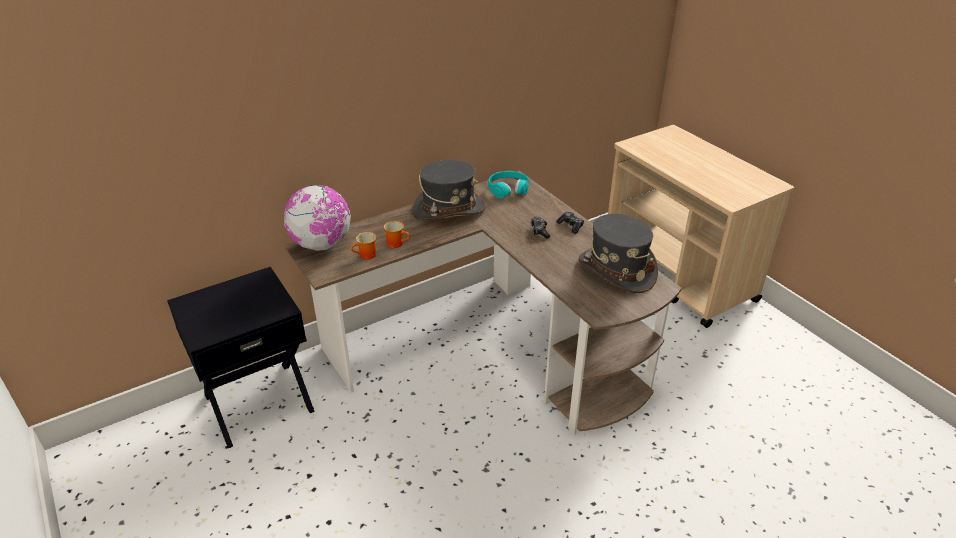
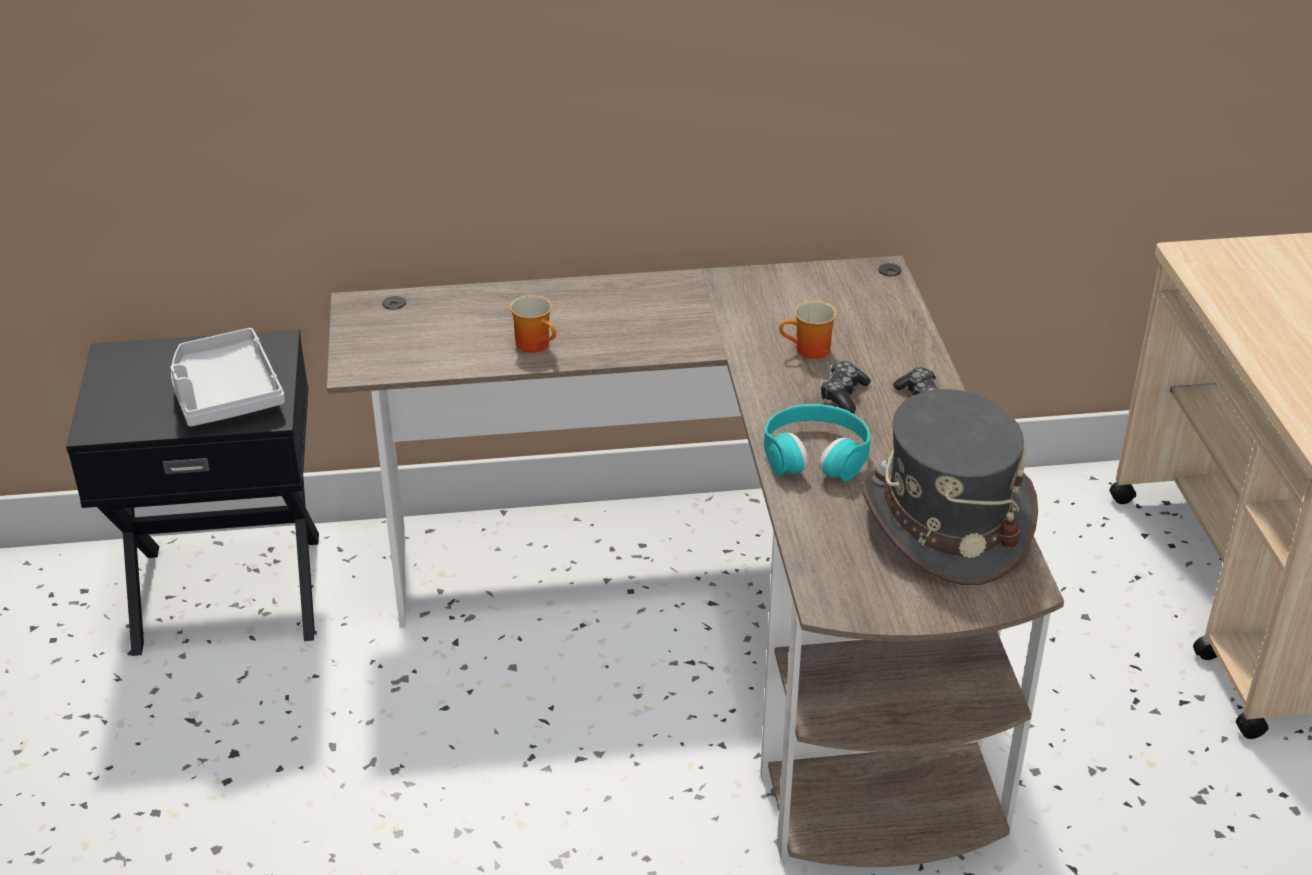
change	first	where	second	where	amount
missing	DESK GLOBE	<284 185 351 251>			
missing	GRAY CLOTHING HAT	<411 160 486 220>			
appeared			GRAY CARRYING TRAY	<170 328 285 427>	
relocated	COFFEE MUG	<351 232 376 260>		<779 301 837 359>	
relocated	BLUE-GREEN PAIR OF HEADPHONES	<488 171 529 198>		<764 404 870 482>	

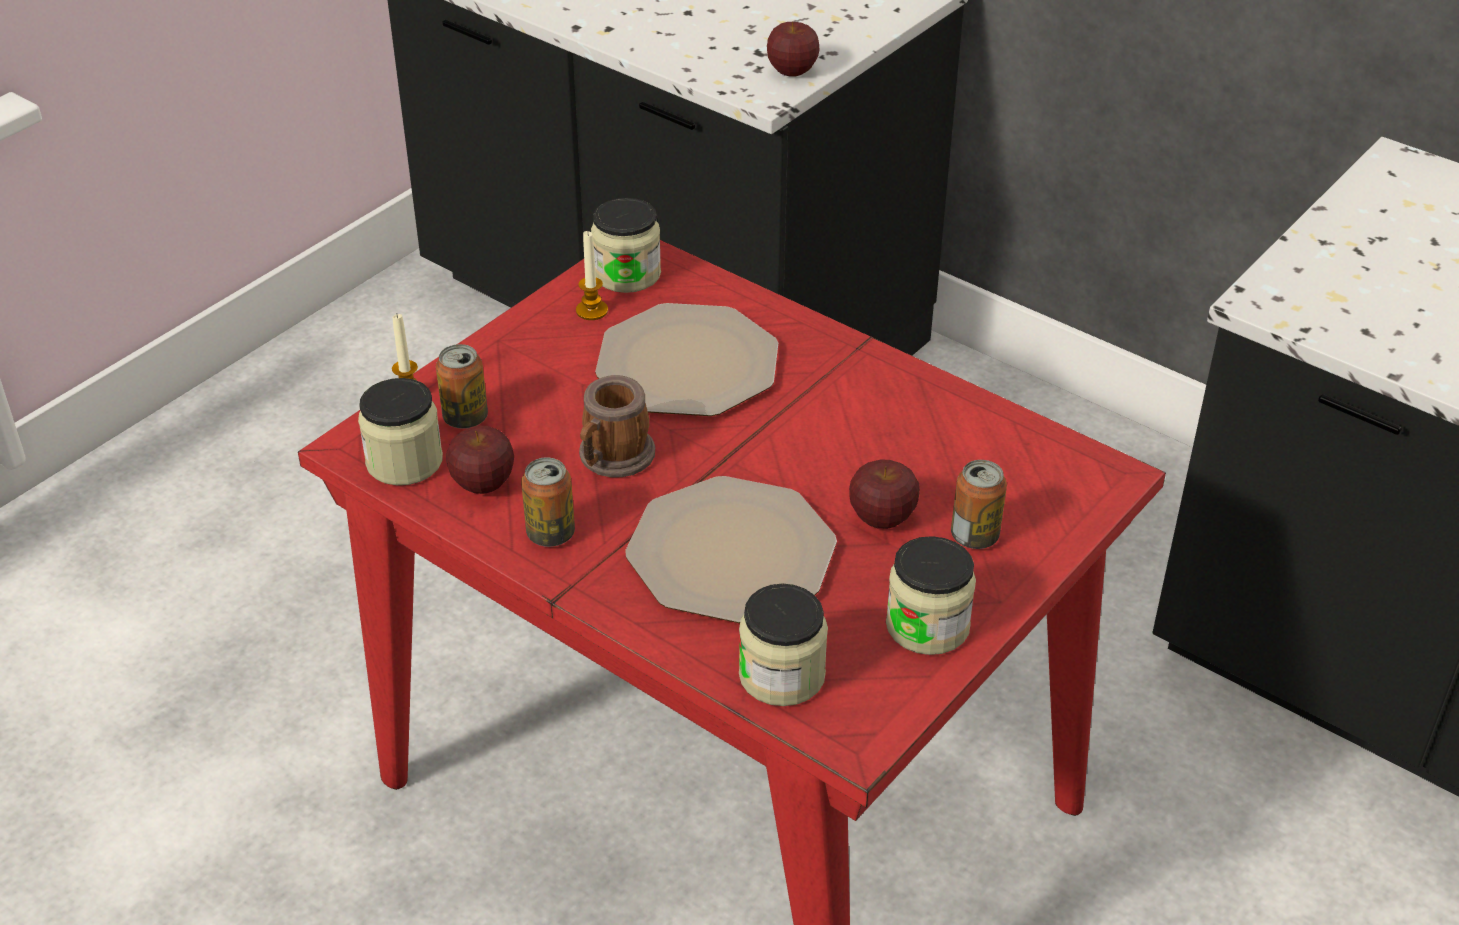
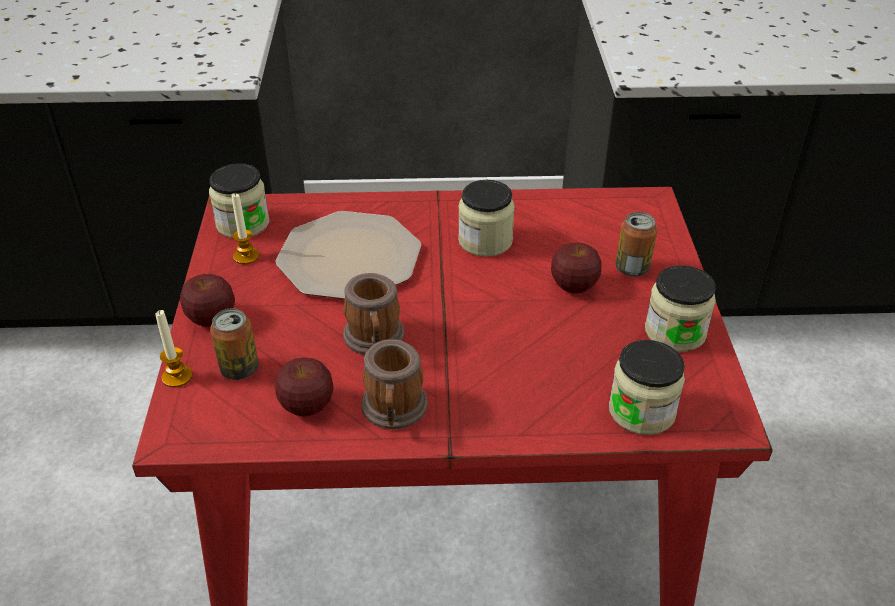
change	first	where	second	where	amount
missing	PLATE	<625 476 837 623>			
relocated	PRESERVE JAR	<358 378 443 486>		<458 180 515 257>	
relocated	WHOLE APPLE	<767 21 819 77>		<180 274 235 327>	
exchanged	CAN	<521 457 575 547>	COFFEE MUG	<361 339 428 430>	

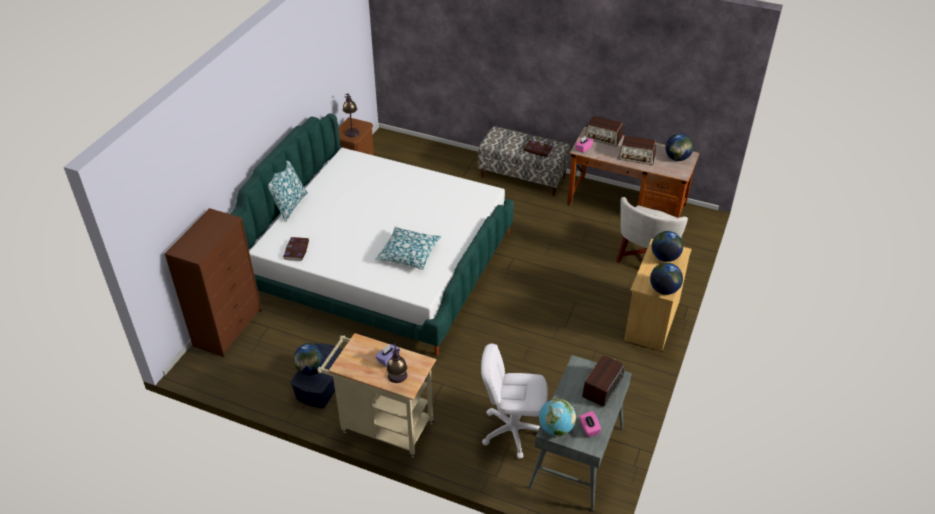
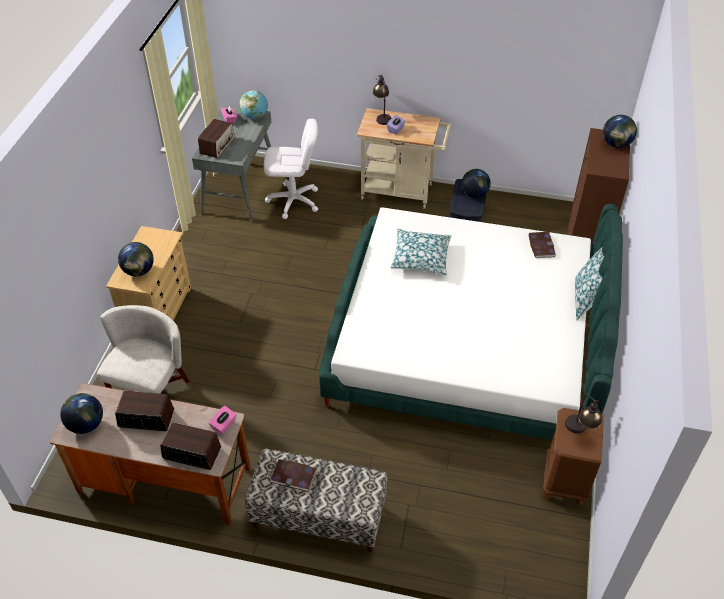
change	first	where	second	where	amount
relocated	DESK GLOBE	<650 263 683 295>		<603 115 637 148>	

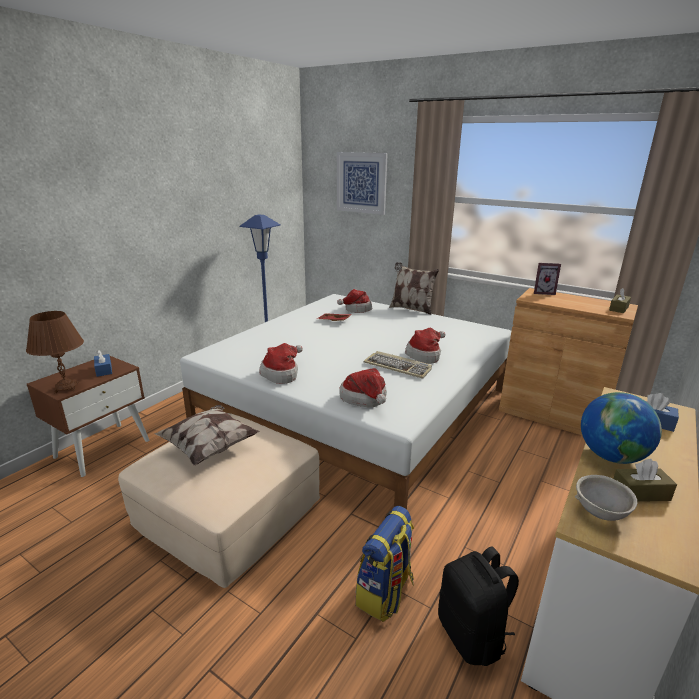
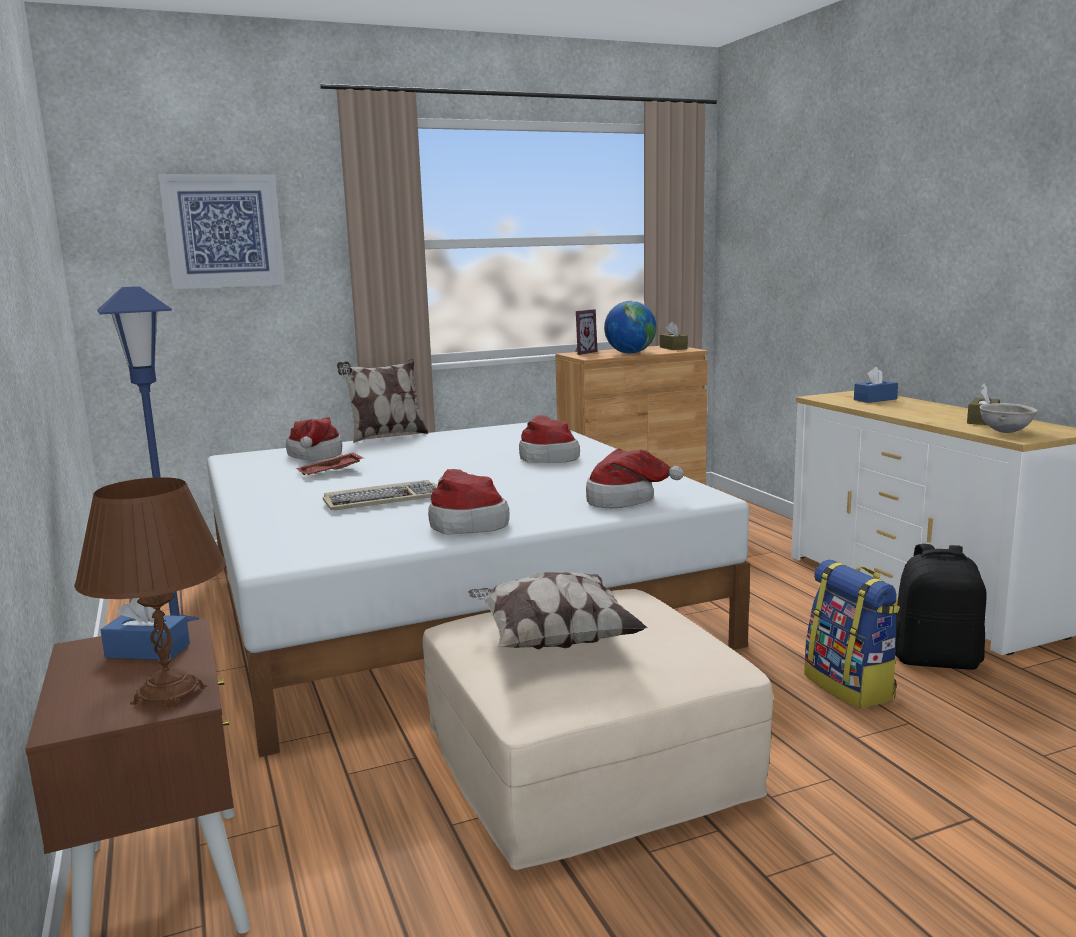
change	first	where	second	where	amount
relocated	COMPUTER KEYBOARD	<364 351 432 379>		<323 480 437 510>	
relocated	DESK GLOBE	<581 392 662 464>		<604 301 656 354>	

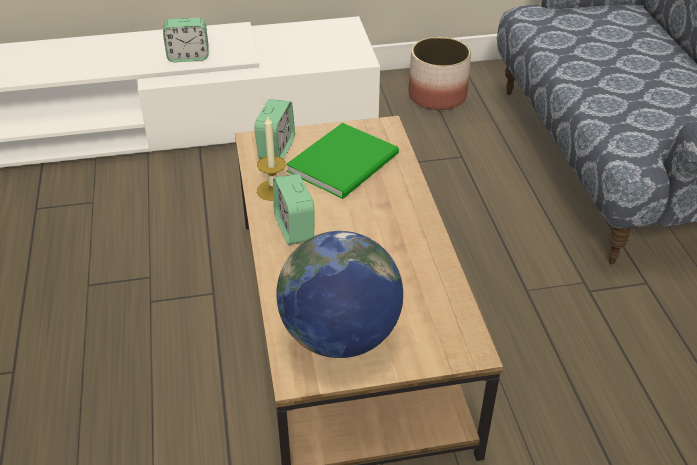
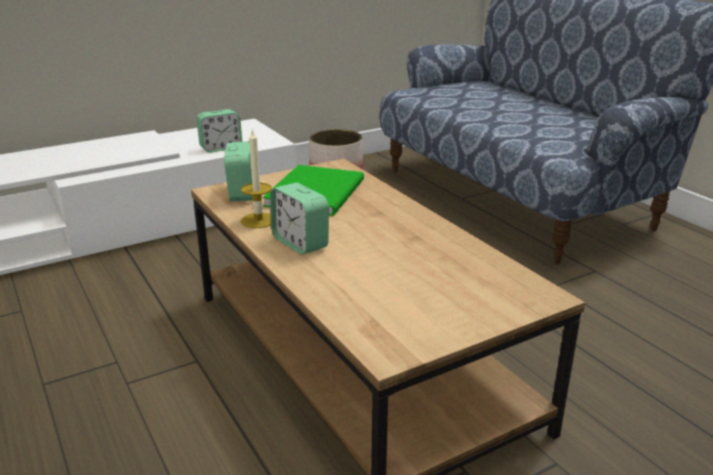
change	first	where	second	where	amount
missing	DESK GLOBE	<276 231 403 358>			
relocated	ALARM CLOCK	<163 18 209 62>		<197 109 242 152>	

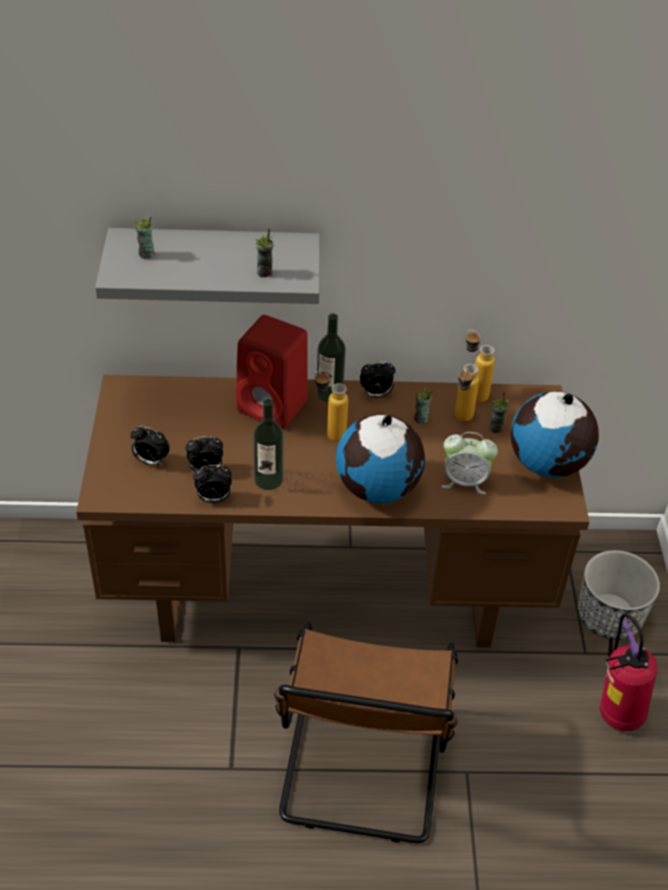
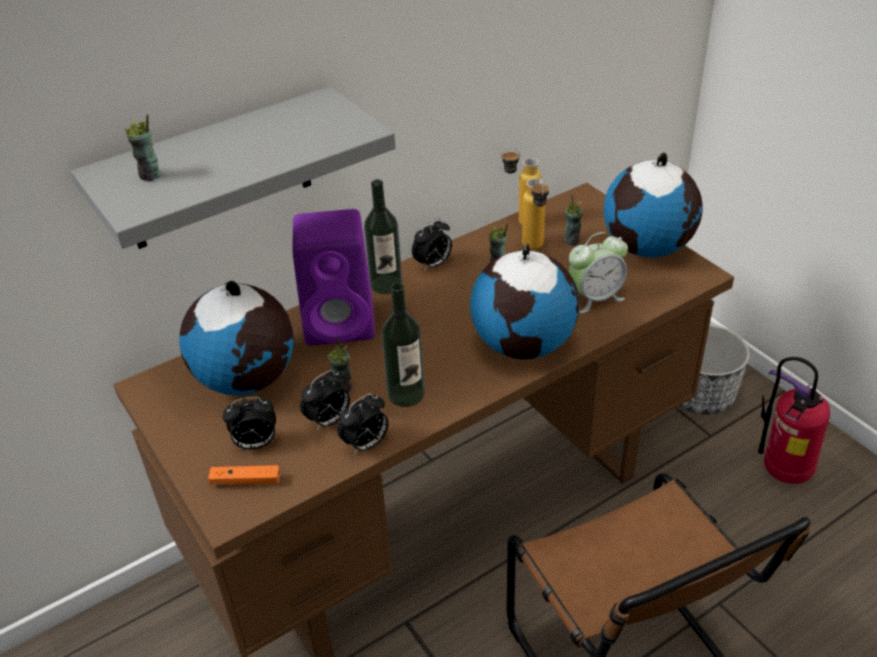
change	first	where	second	where	amount
missing	BEVERAGE BOTTLE	<315 370 348 441>			
appeared			DESK GLOBE	<179 281 294 395>	
appeared			ORANGE-COLOURED GAME CONTROLLER	<208 465 280 485>	
relocated	SMALL CUP	<255 228 274 278>		<327 337 352 393>	
colour	RED-COLOURED LOUDSPEAKER	<235 315 308 429>	PURPLE-COLOURED LOUDSPEAKER	<292 209 375 345>	

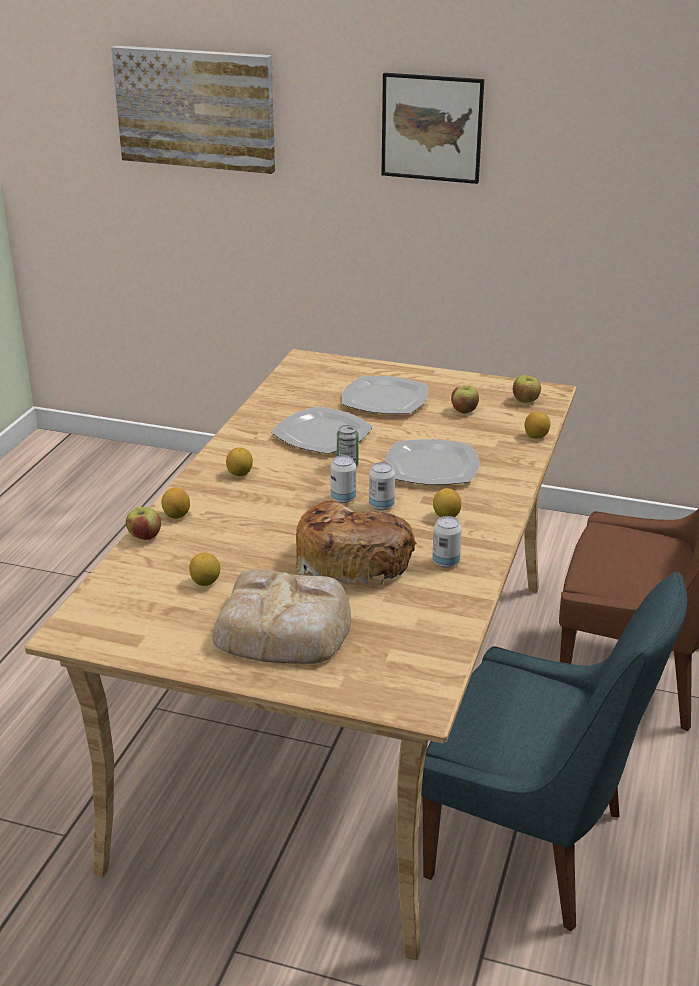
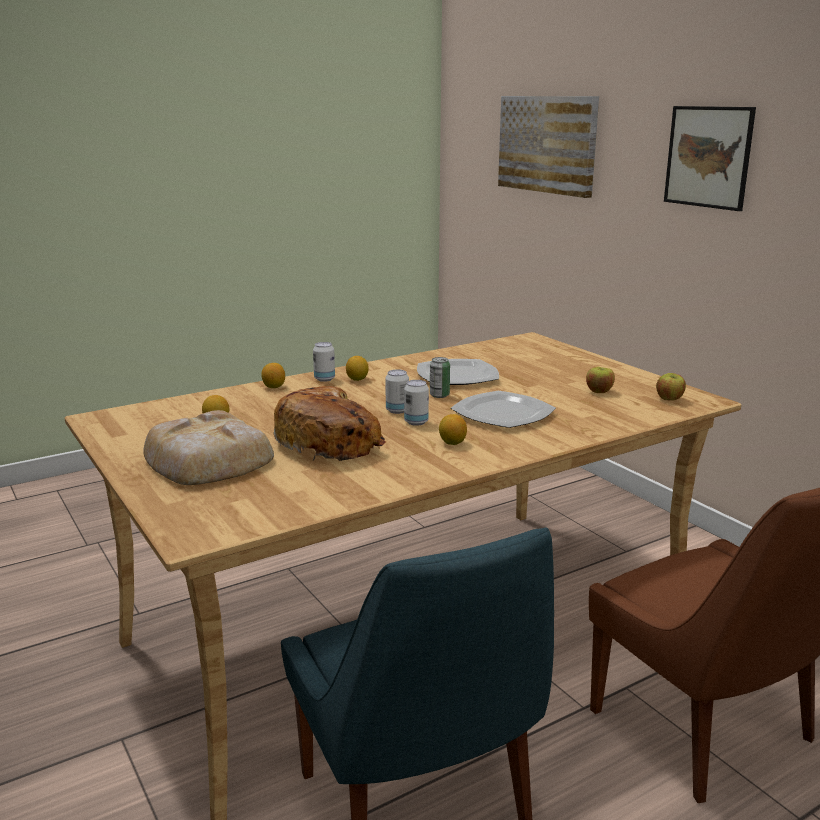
change	first	where	second	where	amount
missing	WHOLE APPLE	<126 507 161 540>			
missing	PLATE	<342 376 428 414>			
missing	WHOLE LEMON	<525 411 550 438>			
relocated	CAN	<432 516 462 568>		<313 342 335 382>	

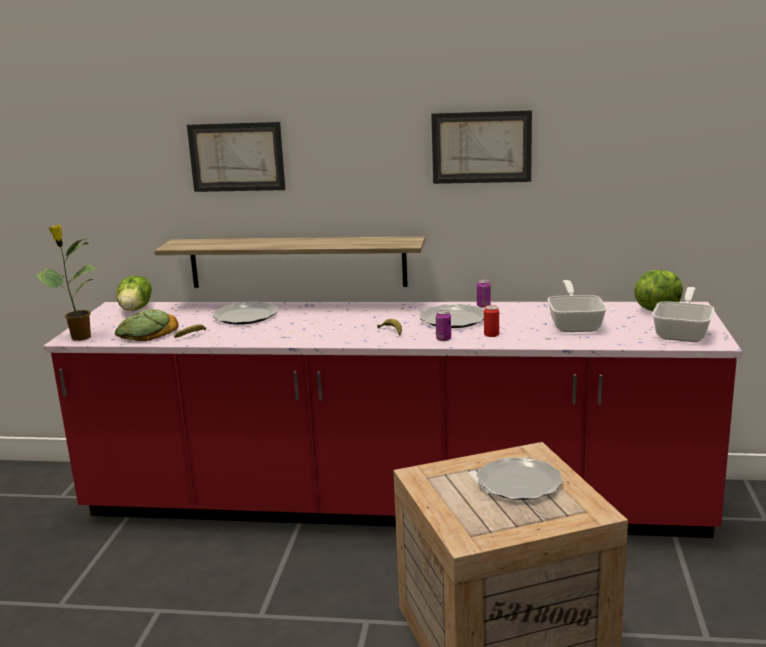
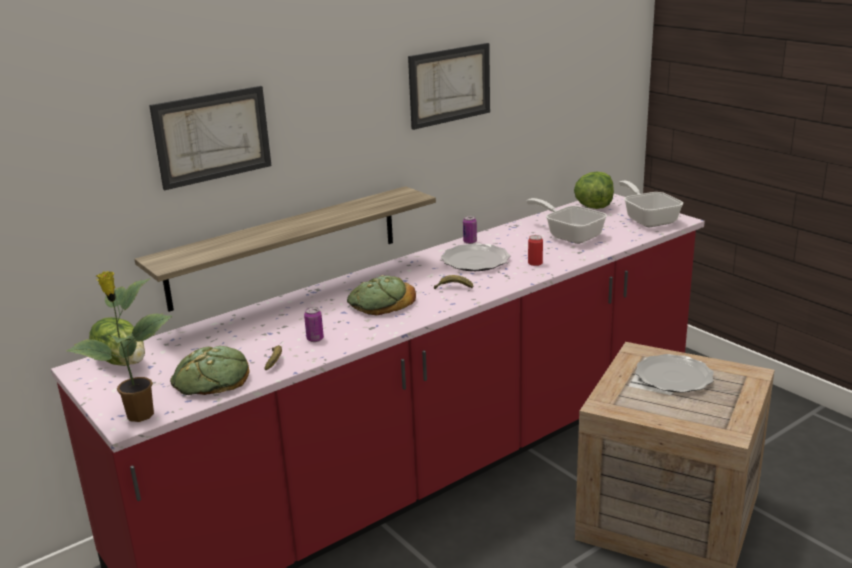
change	first	where	second	where	amount
missing	PLATE	<212 302 278 325>			
appeared			BREAD	<347 275 416 315>	
relocated	CAN	<436 310 451 341>		<304 307 324 342>	

